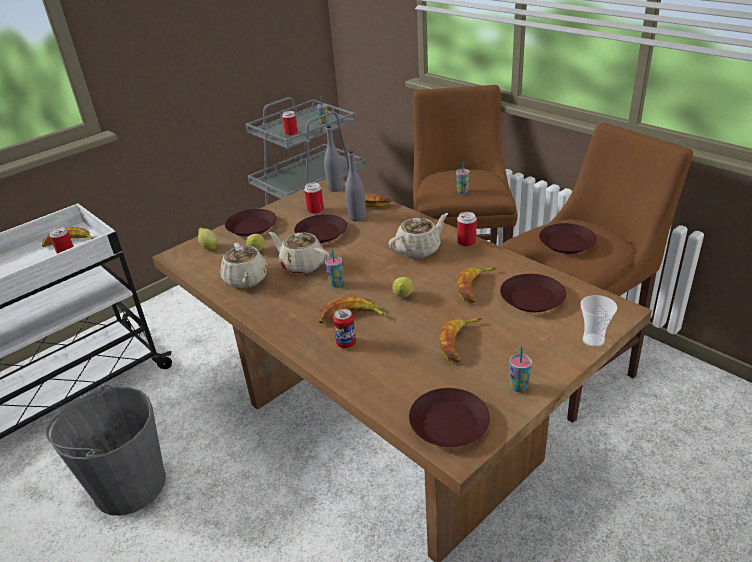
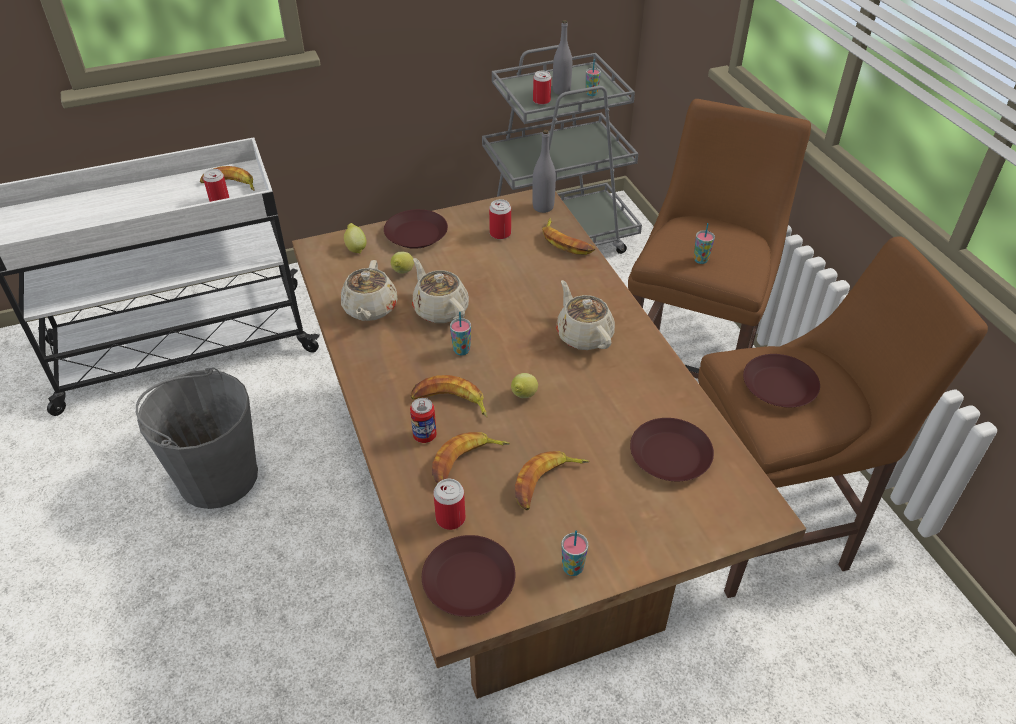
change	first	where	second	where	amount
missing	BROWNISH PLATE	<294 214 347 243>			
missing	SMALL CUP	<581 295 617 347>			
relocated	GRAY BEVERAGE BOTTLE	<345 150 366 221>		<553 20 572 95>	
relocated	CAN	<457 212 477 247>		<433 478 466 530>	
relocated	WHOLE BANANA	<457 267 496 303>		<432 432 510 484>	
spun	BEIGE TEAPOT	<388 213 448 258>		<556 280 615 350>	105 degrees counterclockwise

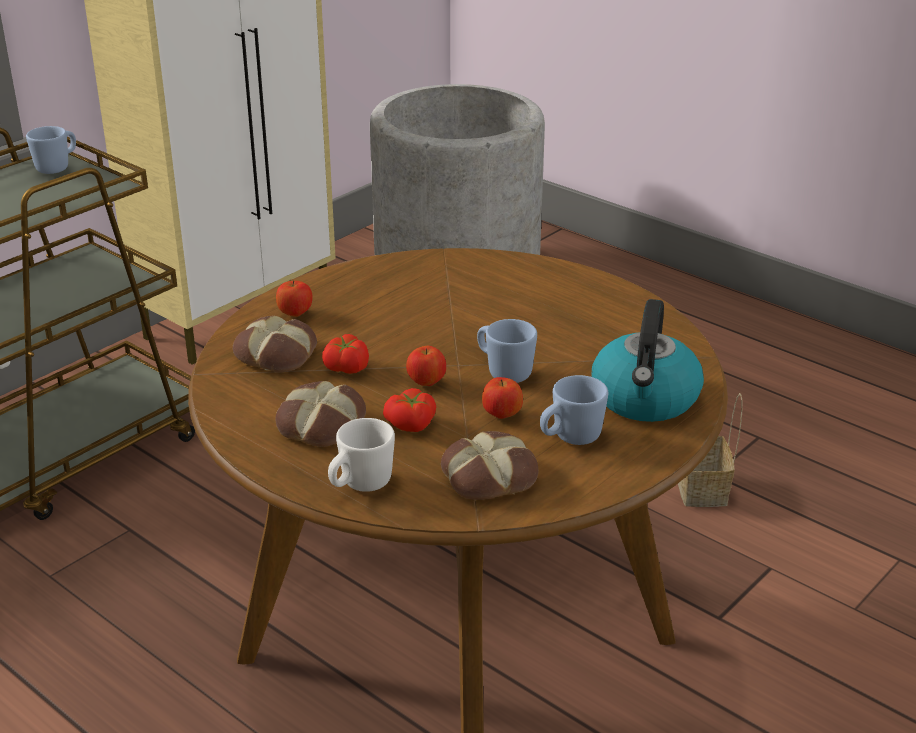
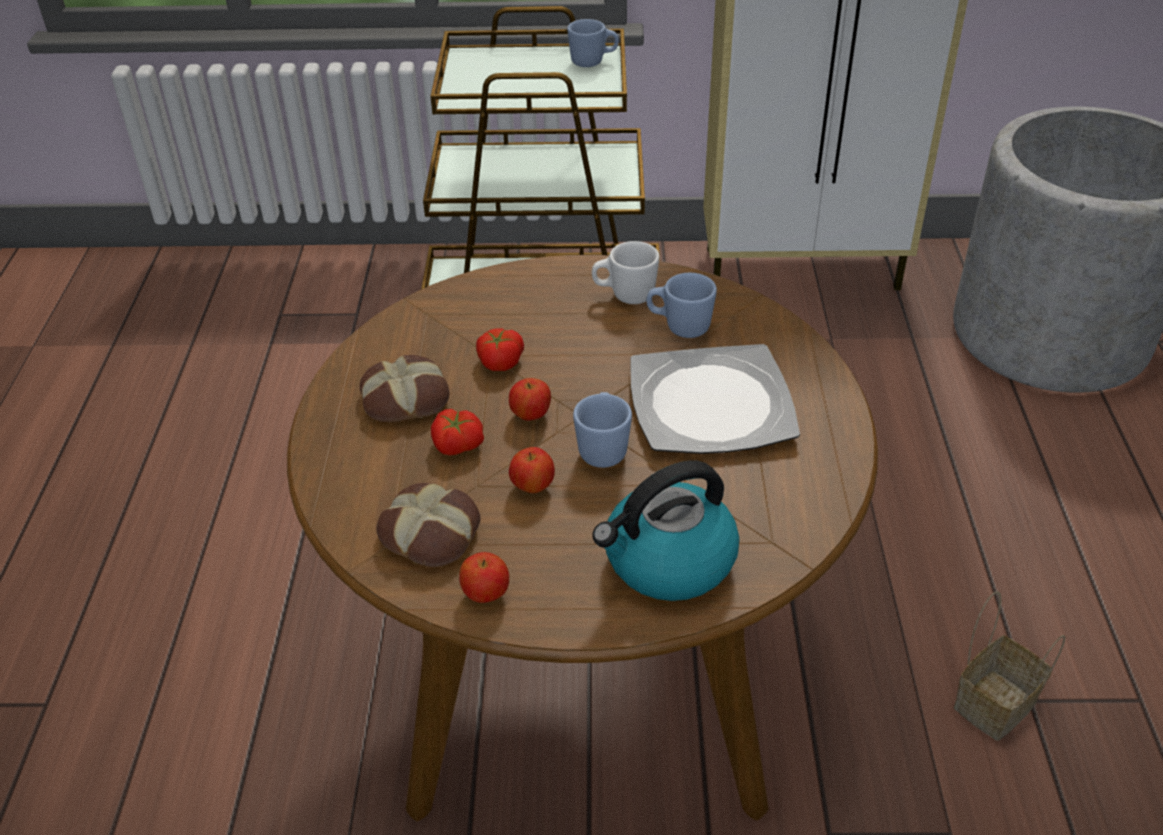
change	first	where	second	where	amount
missing	BREAD	<233 316 317 372>			
appeared			PLATE	<630 344 800 454>	
relocated	WHOLE APPLE	<276 280 312 317>		<459 552 509 603>	
relocated	WHITE-COLOURED COFFEE MUG	<328 418 395 492>		<592 241 659 304>	
relocated	BLUE COFFEE MUG	<540 375 608 445>		<647 273 717 338>	

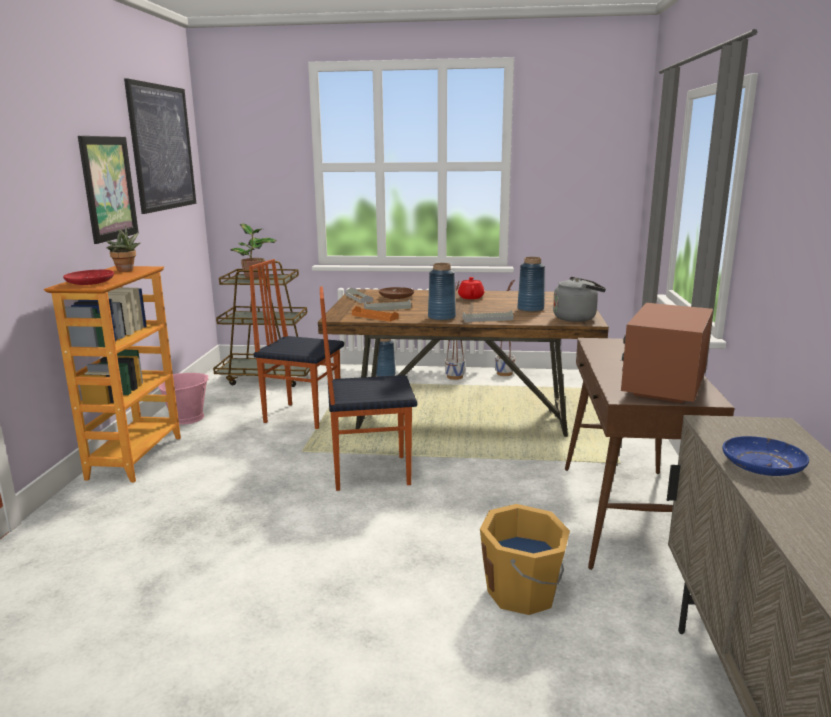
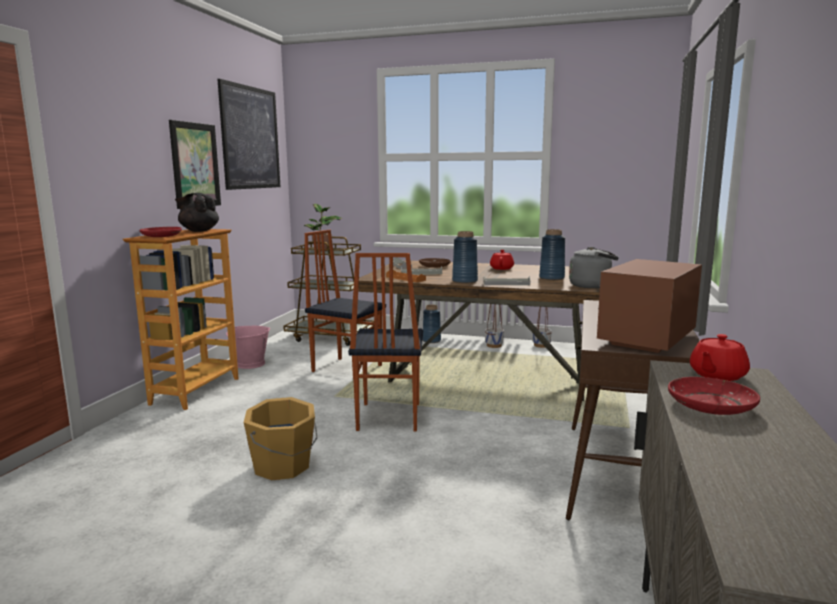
change	first	where	second	where	amount
appeared			RED-COLOURED TEAPOT	<690 334 750 381>	
relocated	ORANGE-COLOURED BUCKET	<480 504 570 615>		<243 397 317 480>	
exchanged	POTTED PLANT	<107 226 141 272>	BLACK TEAPOT	<175 193 219 232>	
colour	BLUE PLATE	<723 436 809 476>	RED-COLOURED PLATE	<668 377 760 415>	
spun	UPRIGHT CHAIR	<320 286 417 491>		<348 253 423 432>	90 degrees counterclockwise

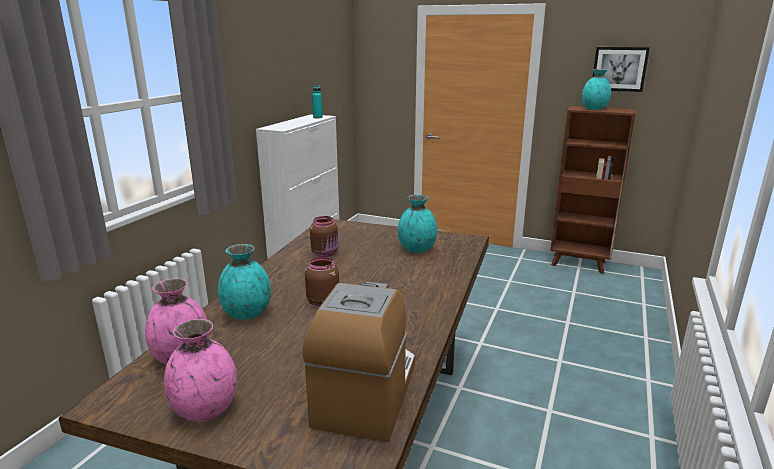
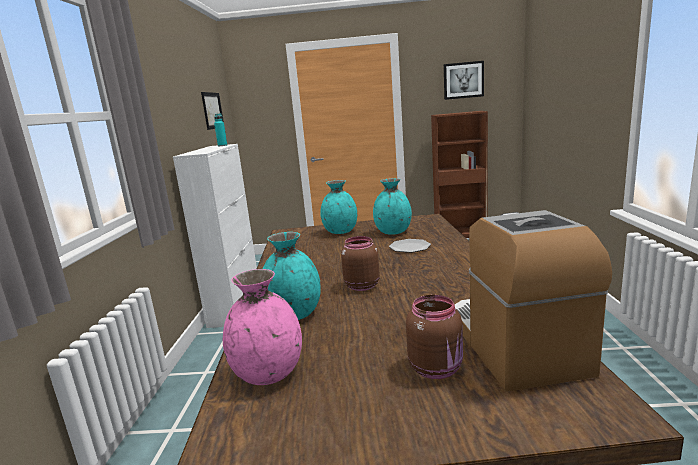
change	first	where	second	where	amount
missing	PINKISH FLOWER VASE	<164 319 237 421>			
appeared			PICTURE	<201 92 224 130>	
appeared			PLATE	<389 239 431 253>	
relocated	BROWNISH PRESERVE JAR	<310 216 338 257>		<406 295 463 379>	
relocated	BLUE-GREEN FLOWER VASE	<582 69 611 110>		<320 180 357 234>	

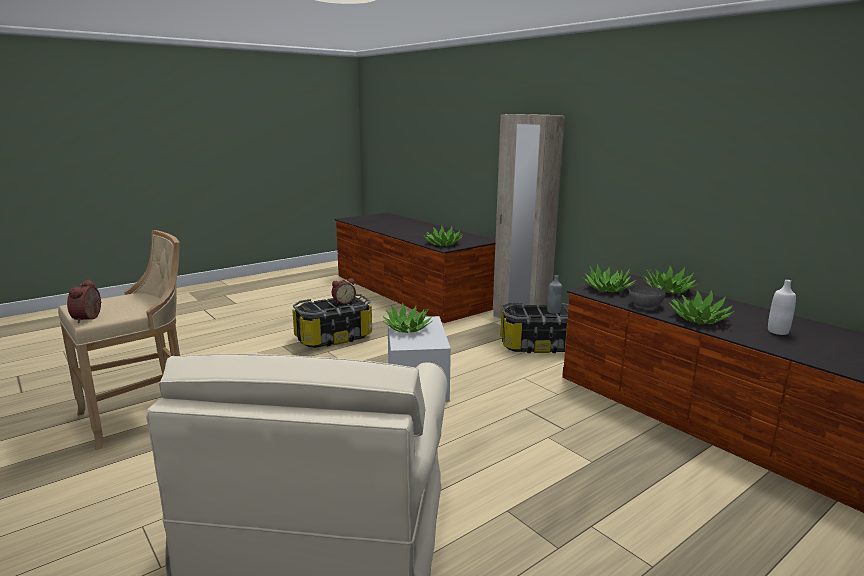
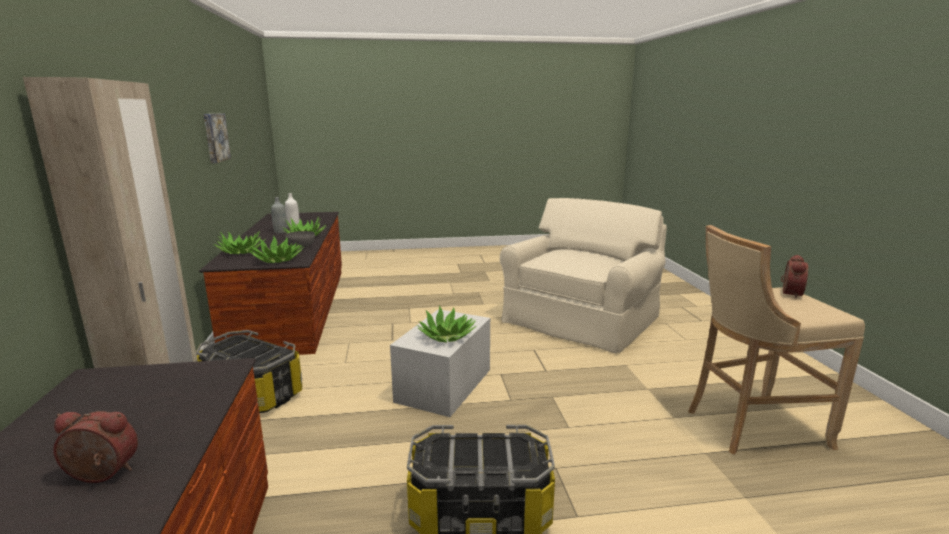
change	first	where	second	where	amount
missing	POTTED PLANT	<423 225 464 246>			
appeared			PICTURE	<204 113 231 163>	
relocated	ALARM CLOCK	<332 278 356 305>		<53 411 138 483>	
relocated	GRAY BEVERAGE BOTTLE	<547 275 562 314>		<271 197 287 233>	

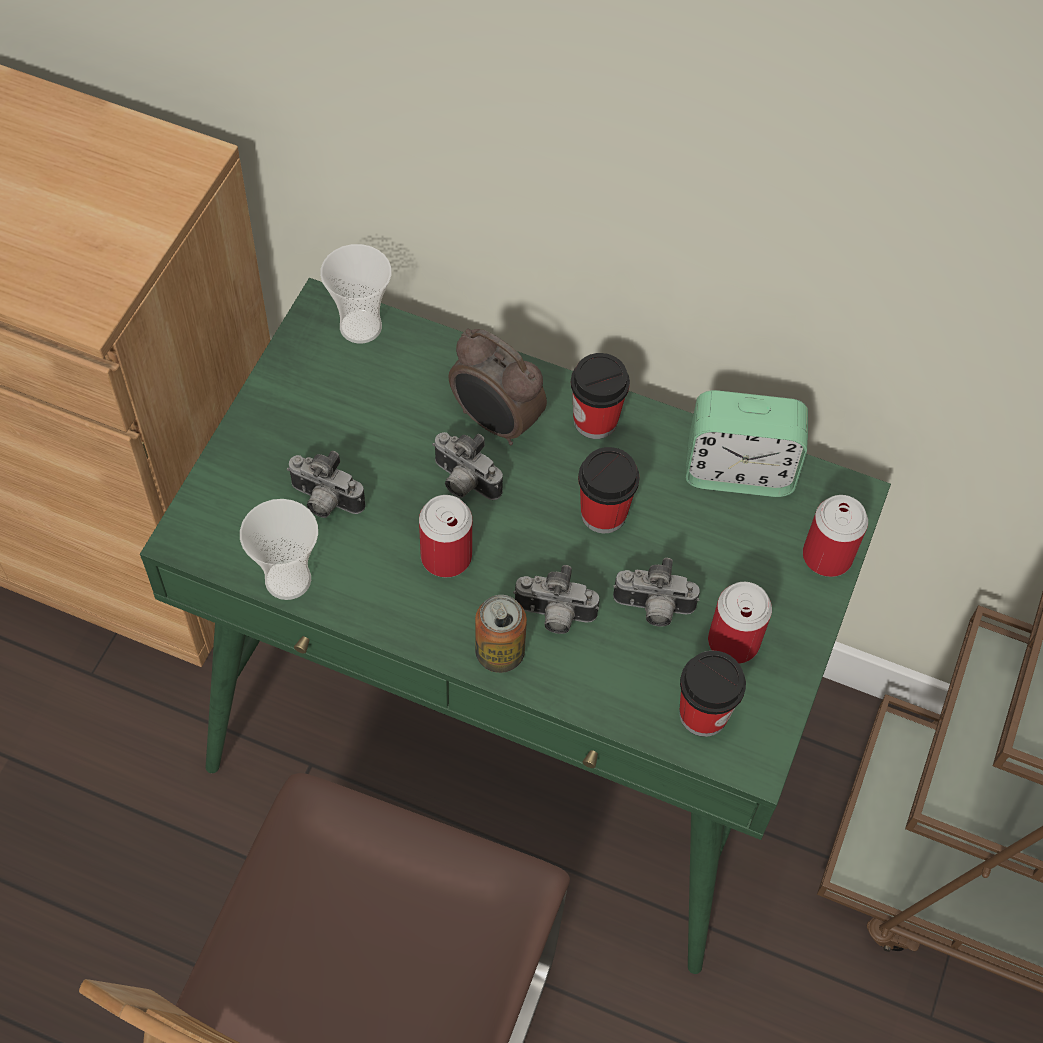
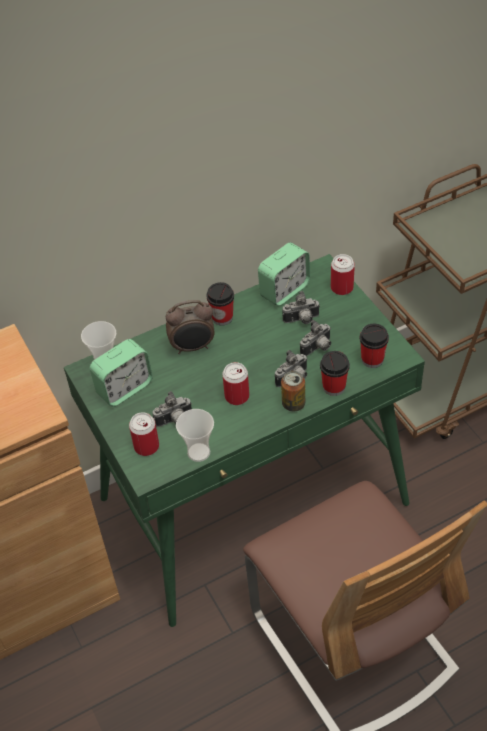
change	first	where	second	where	amount
appeared			ALARM CLOCK	<90 339 153 407>	
relocated	STILL CAMERA	<432 432 503 500>		<282 291 320 324>	
relocated	SMALL CUP	<578 447 640 533>		<320 351 350 396>	
relocated	CAN	<708 582 772 664>		<129 412 159 456>	

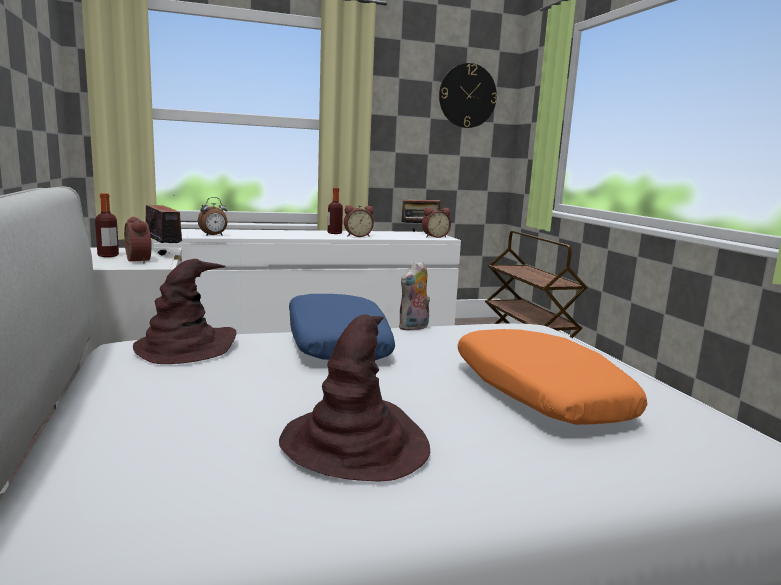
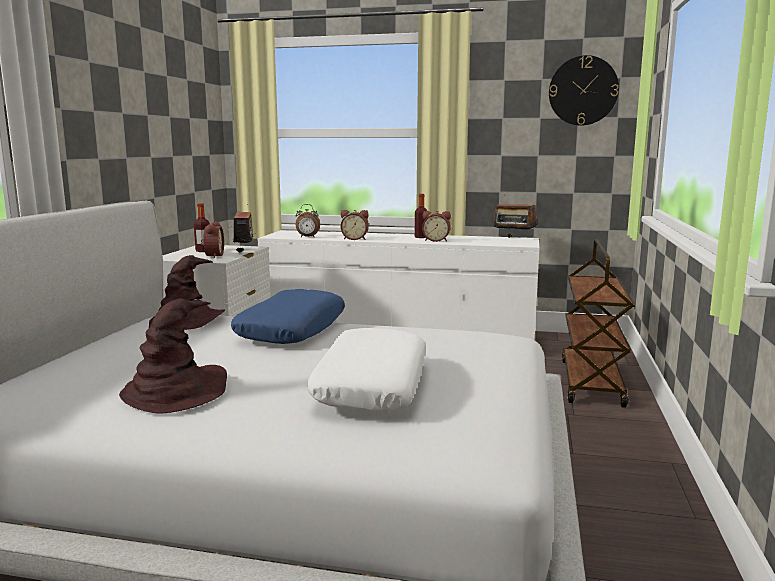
change	first	where	second	where	amount
missing	PLUSH TOY	<399 260 430 330>			
relocated	ALARM CLOCK	<422 207 451 238>		<341 210 369 240>	
colour	ORANGE-COLOURED THROW PILLOW	<458 329 647 425>	WHITE-COLOURED THROW PILLOW	<307 328 426 412>	

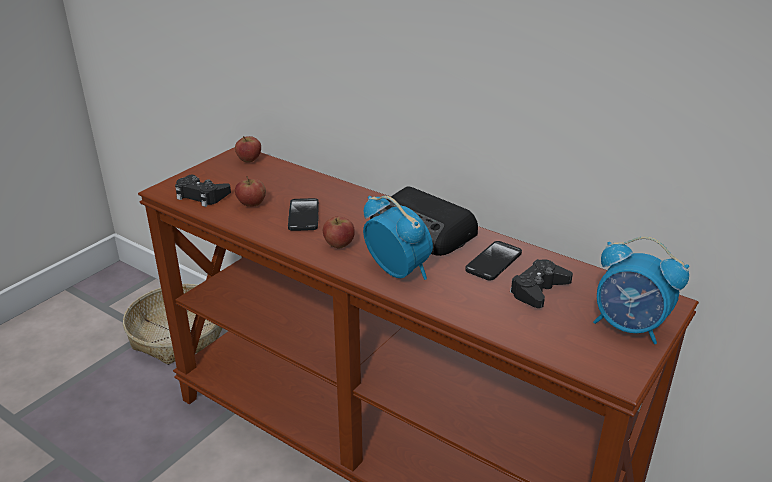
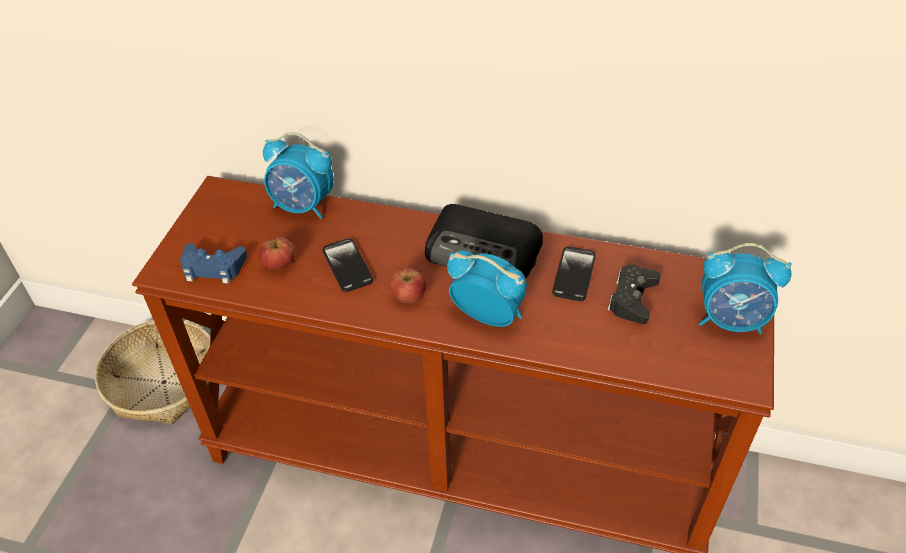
change	first	where	second	where	amount
missing	WHOLE APPLE	<235 136 261 163>			
appeared			ALARM CLOCK	<263 132 334 218>	
colour	BLACK GAME CONTROLLER	<175 175 231 207>	BLUE GAME CONTROLLER	<180 243 247 284>	

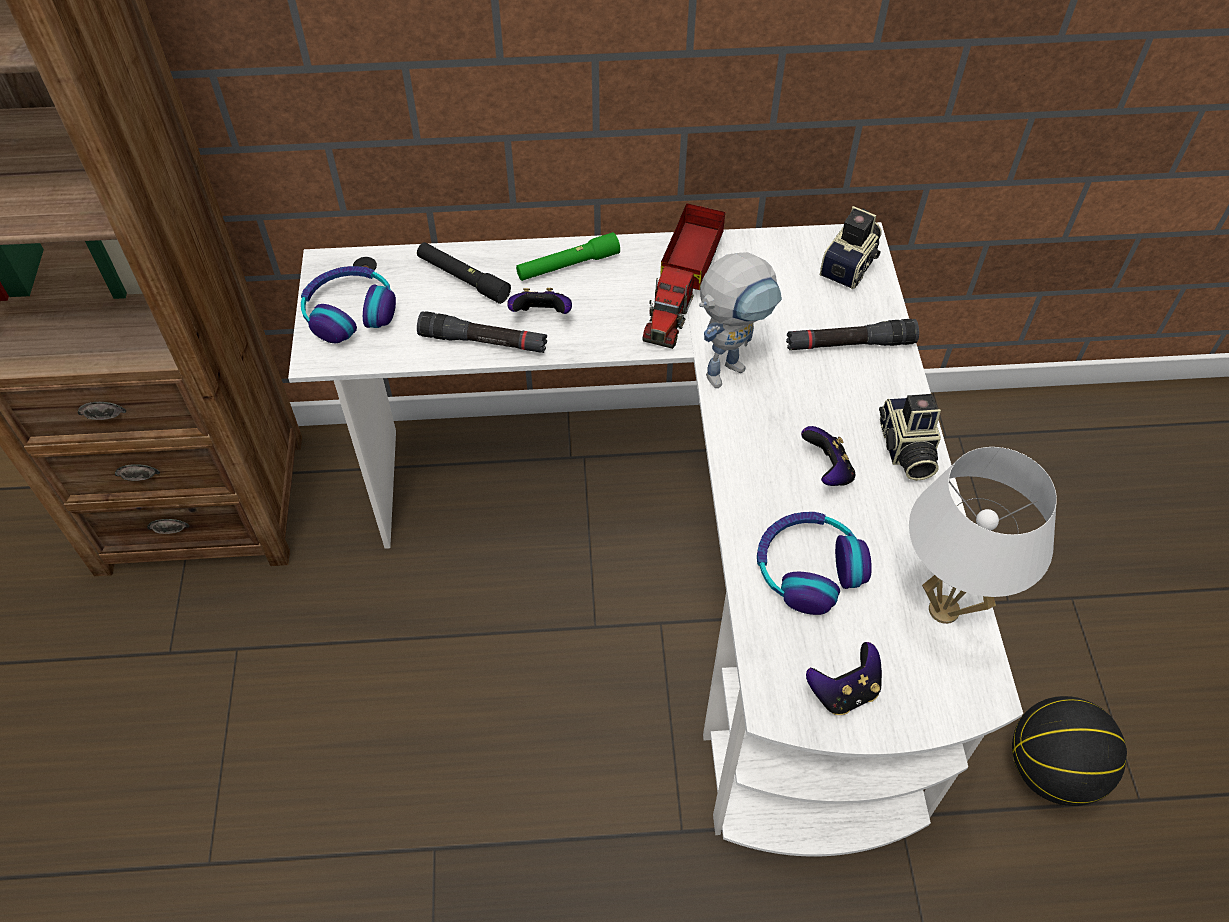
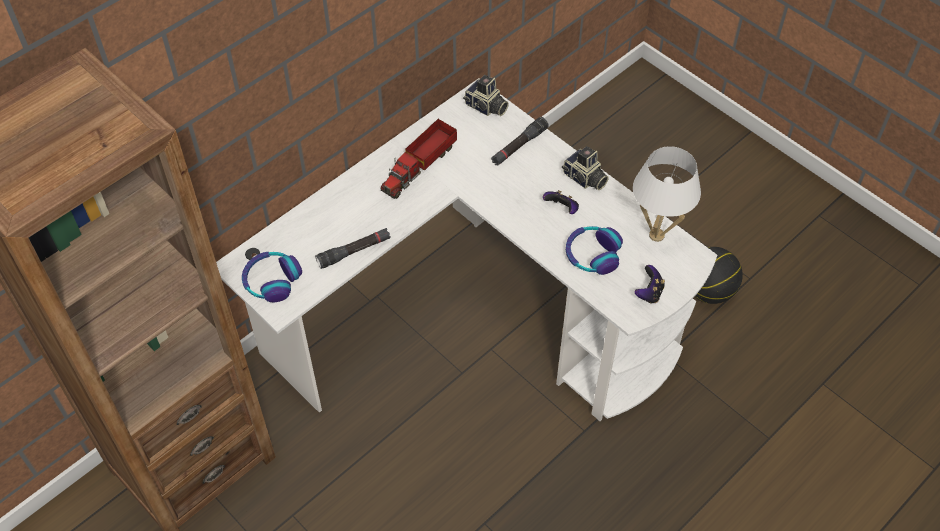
change	first	where	second	where	amount
missing	BLACK FLASHLIGHT	<417 242 511 304>			
missing	GAME CONTROLLER	<507 288 572 314>			
missing	GREEN FLASHLIGHT	<516 232 620 281>			
missing	ROBOT FIGURE	<699 252 782 388>			
spun	TOY TRUCK	<643 203 725 349>		<381 119 457 199>	60 degrees clockwise
spun	STILL CAMERA	<820 206 881 289>		<463 75 509 116>	135 degrees clockwise

